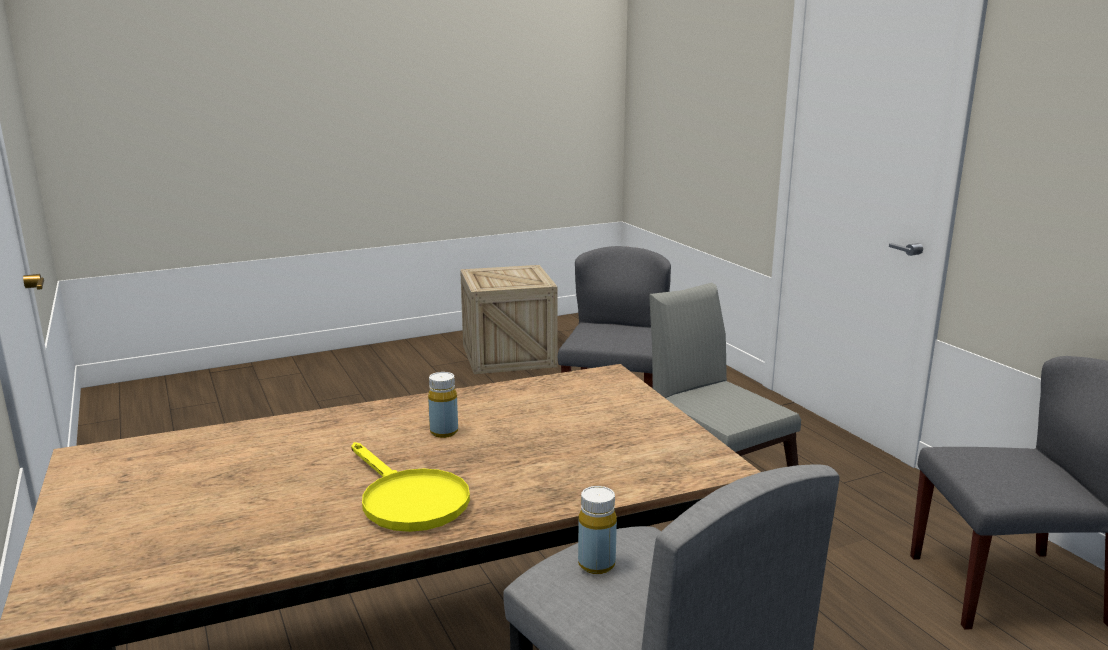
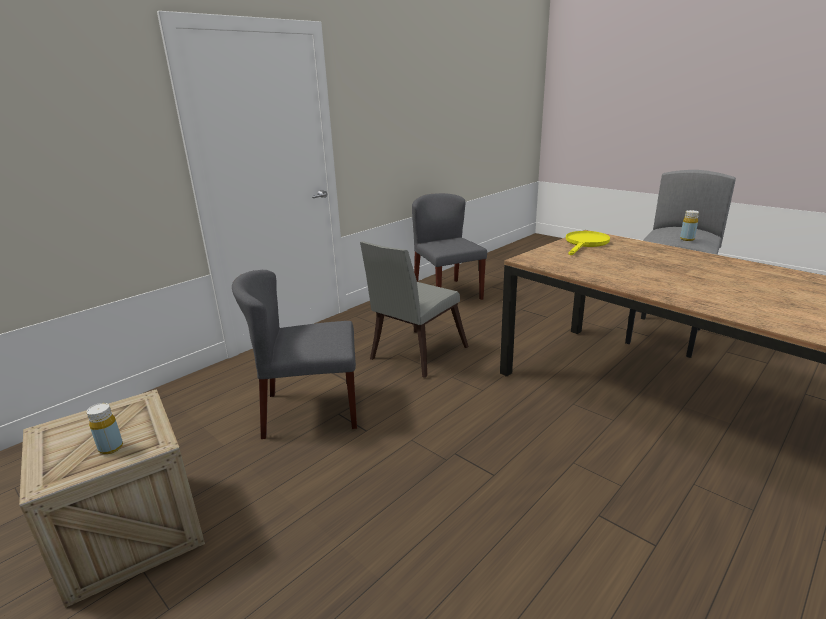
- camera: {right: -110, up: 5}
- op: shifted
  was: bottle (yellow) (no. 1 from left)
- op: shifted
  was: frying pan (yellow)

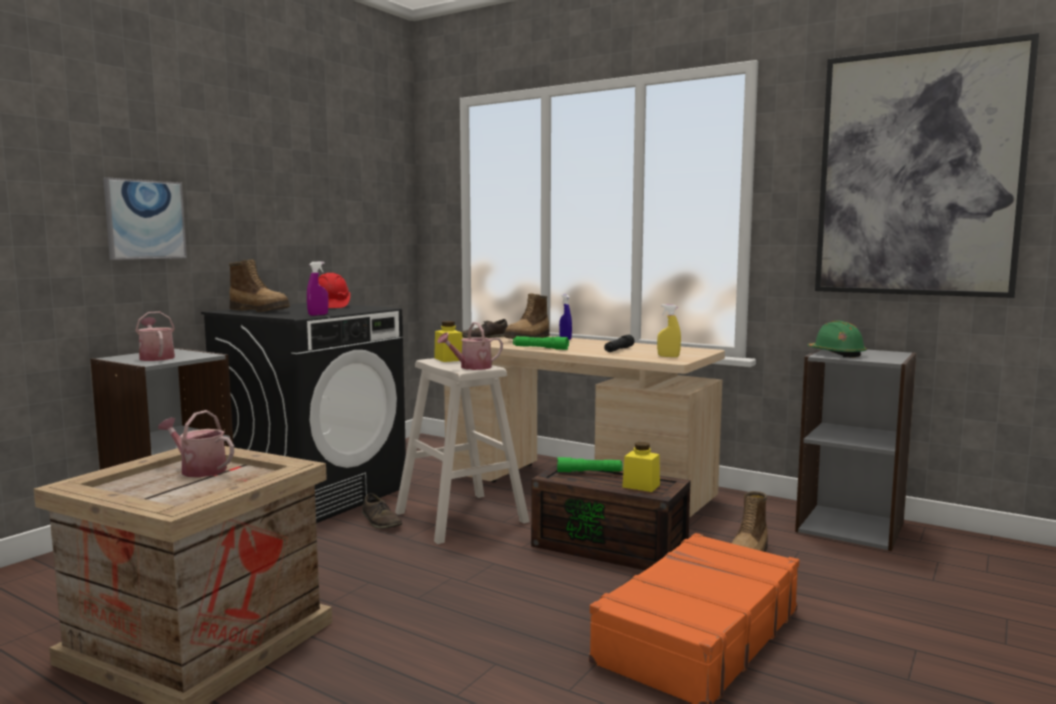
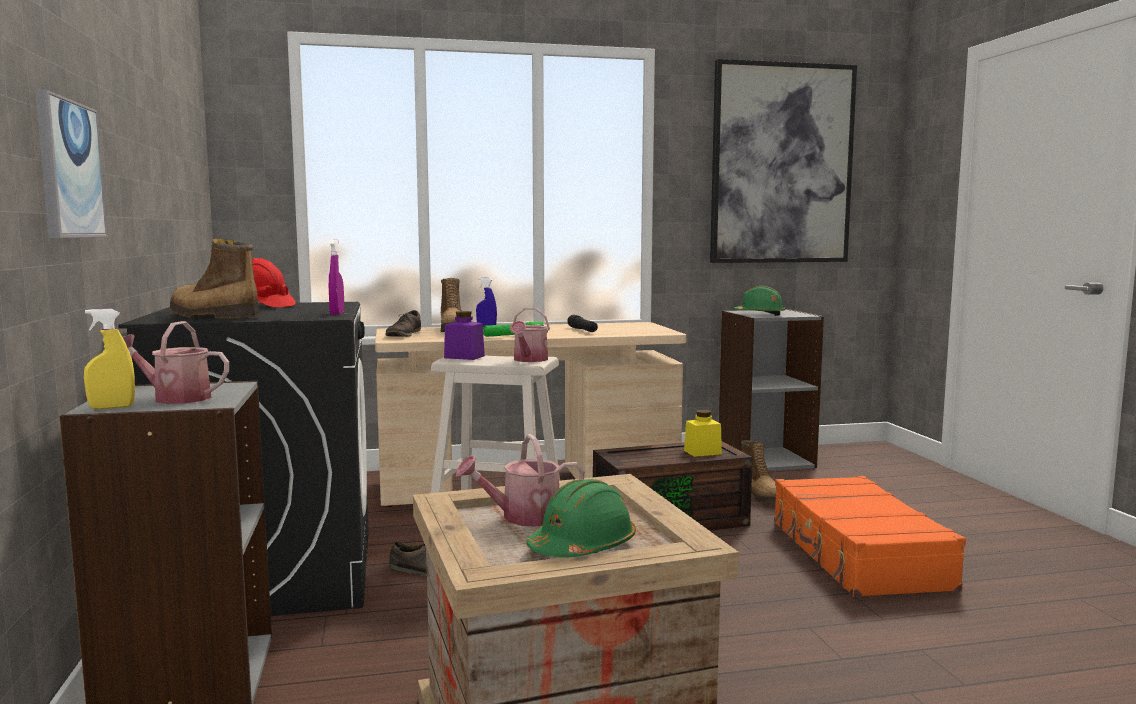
- camera: {right: -45, up: 0}
- op: rotated
  was: boot (no. 1 from left)
  clockwise: -135
- op: shifted
  was: spray bottle (yellow)
- op: repainted
  was: jar (yellow) (no. 1 from left)
  now: jar (purple)
- op: gone
  was: flashlight (green) (no. 2 from left)
- op: new
  now: hard hat (green) (no. 1 from left)

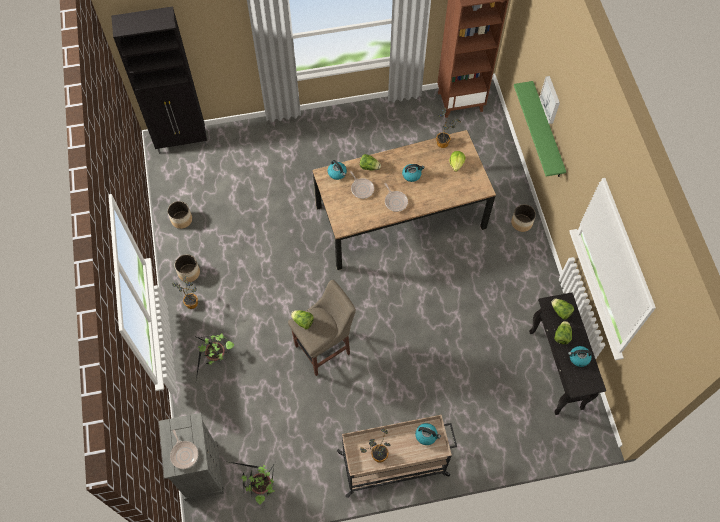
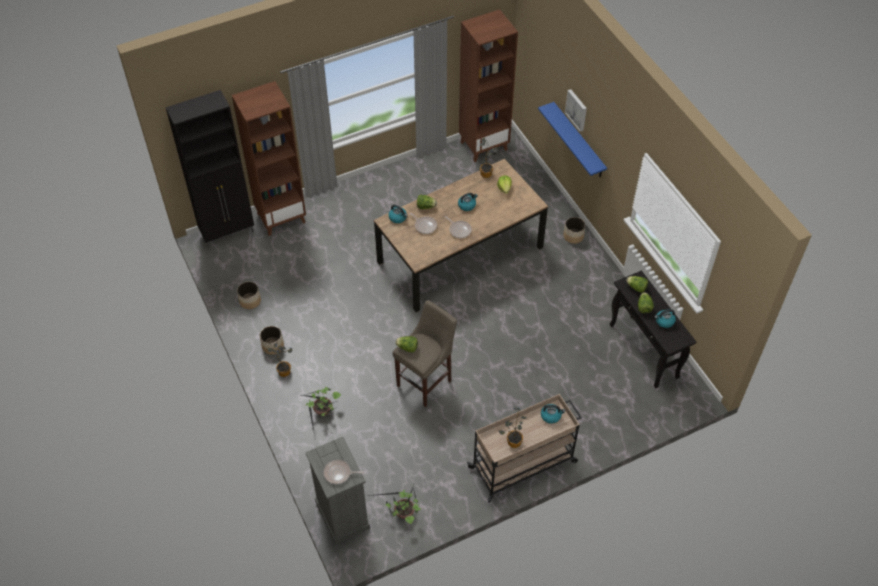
- camera: {right: -15, up: -10}
- op: repainted
  was: shelf (green)
  now: shelf (blue)
- op: rotated
  was: frying pan (no. 1 from left)
  clockwise: 135
- op: new
  now: bookcase (brown) (no. 1 from left)

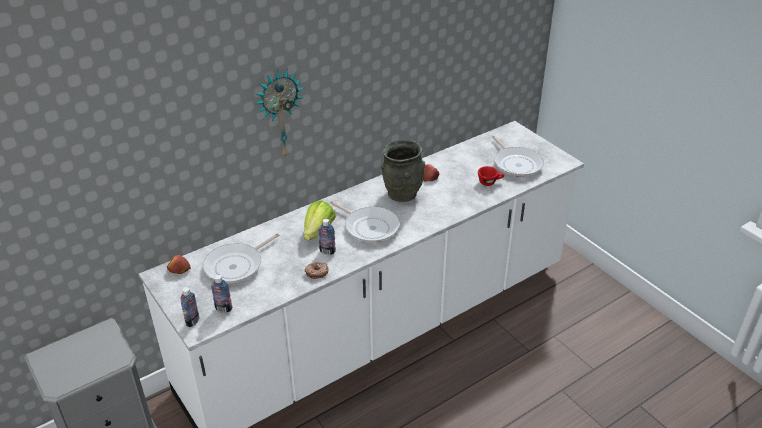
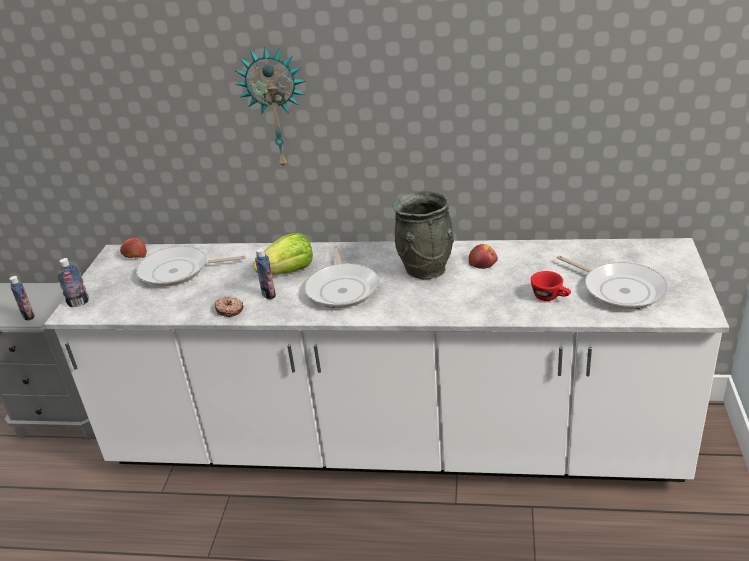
- camera: {right: 45, up: -5}
- op: rotated
  was: frying pan (no. 3 from left)
  clockwise: -60
- op: shifted
  was: bottle (no. 2 from left in the first image)
  now: bottle (no. 1 from left)

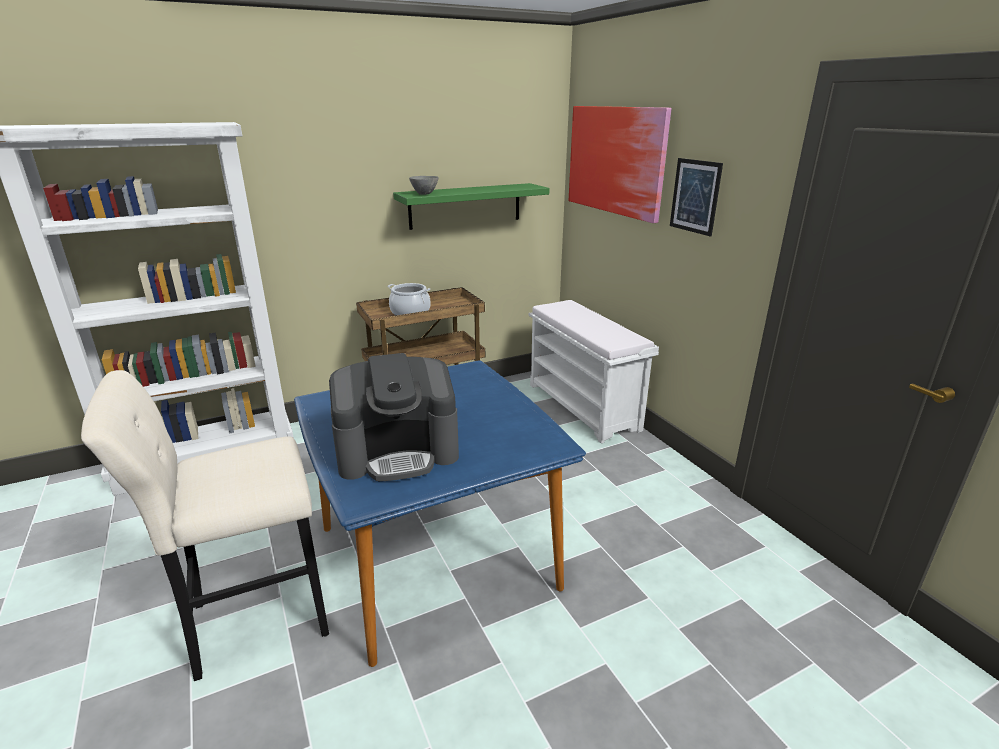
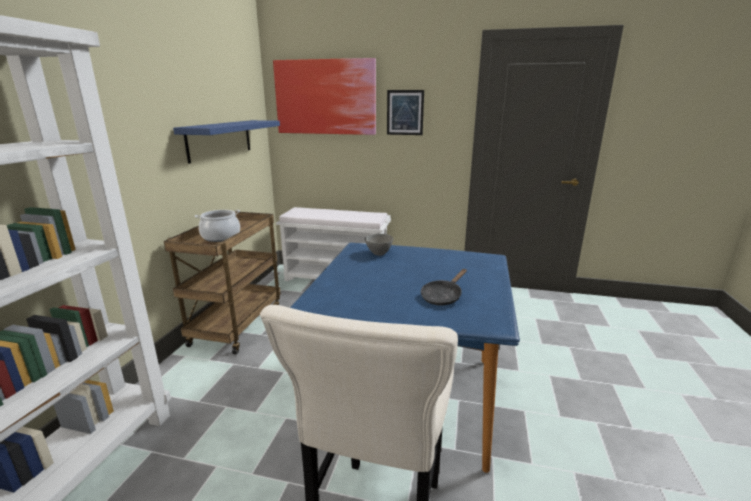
- camera: {right: -50, up: -5}
- op: shifted
  was: bowl (grey)
- op: repainted
  was: shelf (green)
  now: shelf (blue)
- op: swapped
  was: coffee machine
  now: frying pan (black)

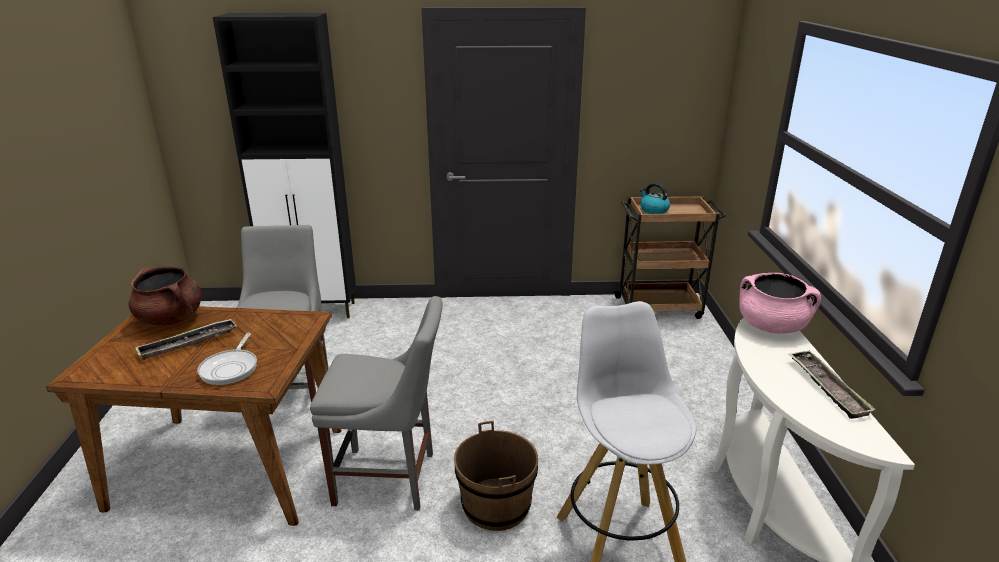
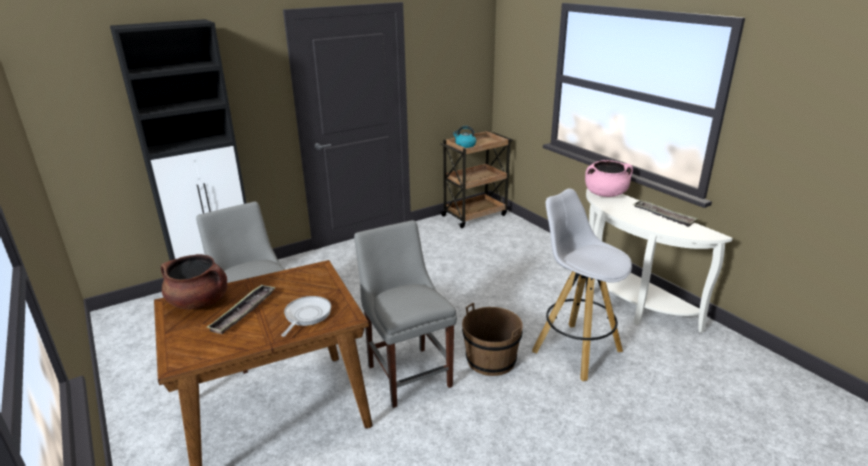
- camera: {right: -30, up: 0}
- op: rotated
  was: chair (grey) (no. 2 from left)
  clockwise: -90
- op: rotated
  was: frying pan
  clockwise: -135

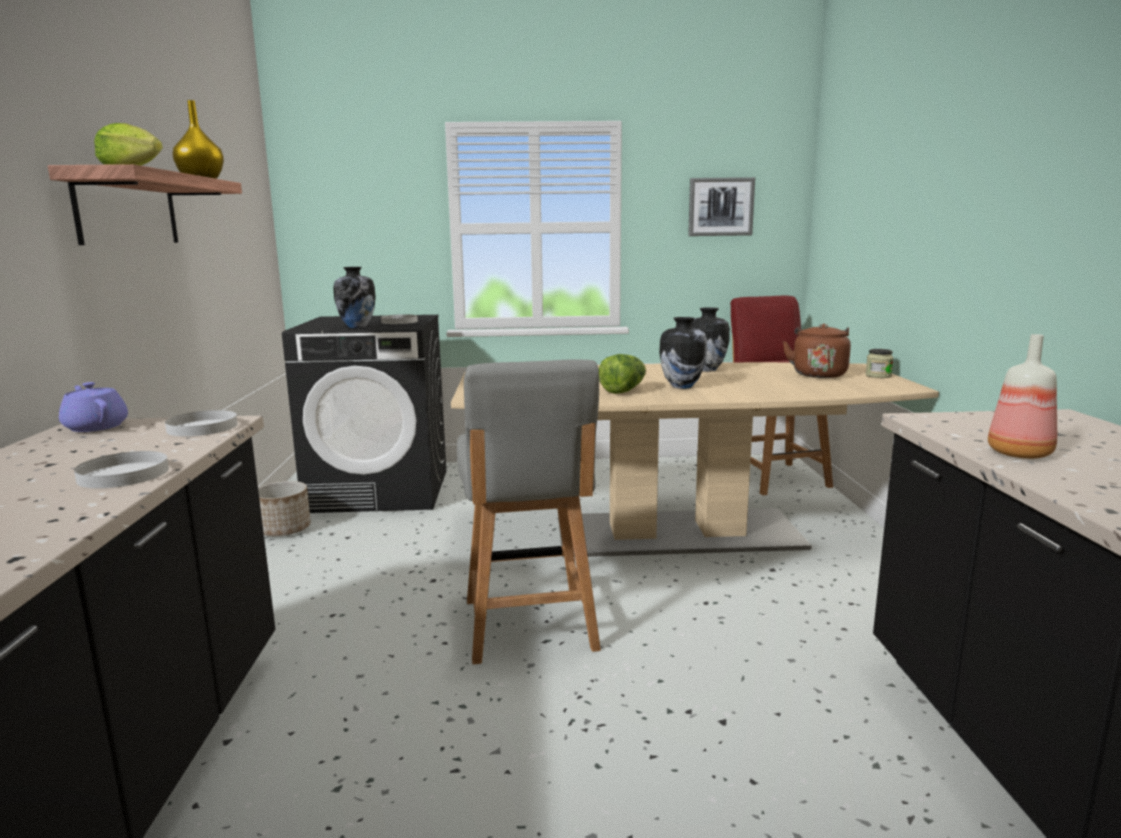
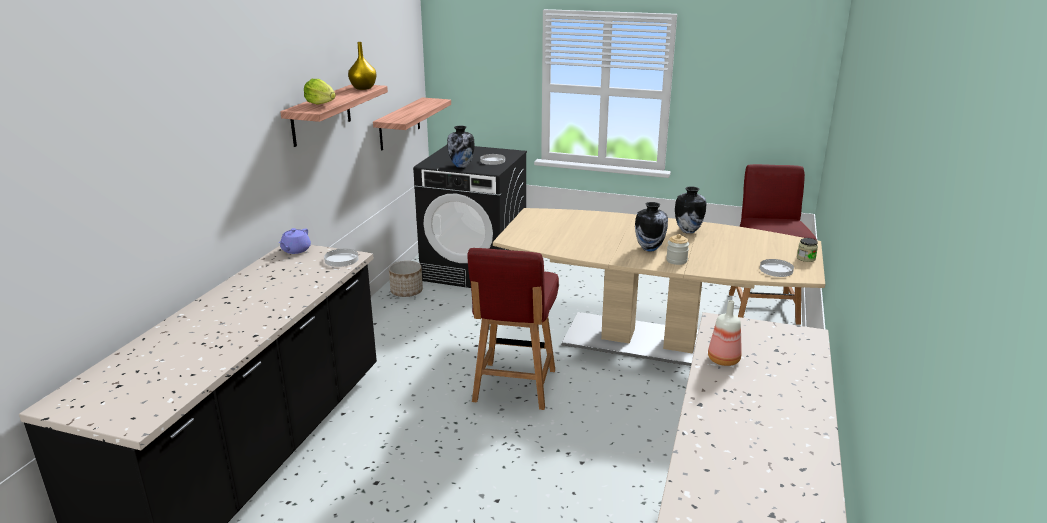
- camera: {right: 20, up: 10}
- op: gone
  was: picture
- op: gone
  was: kettle (brown)
- op: gone
  was: lettuce (no. 2 from left)
- op: repainted
  was: chair (grey)
  now: chair (red) (no. 1 from left)
- op: rotated
  was: teapot (purple)
  clockwise: -135
- op: shifted
  was: plate (white) (no. 1 from left in the first image)
  now: plate (white) (no. 3 from left)
- op: new
  now: shelf (no. 2 from left)
- op: new
  now: jar (no. 1 from left)

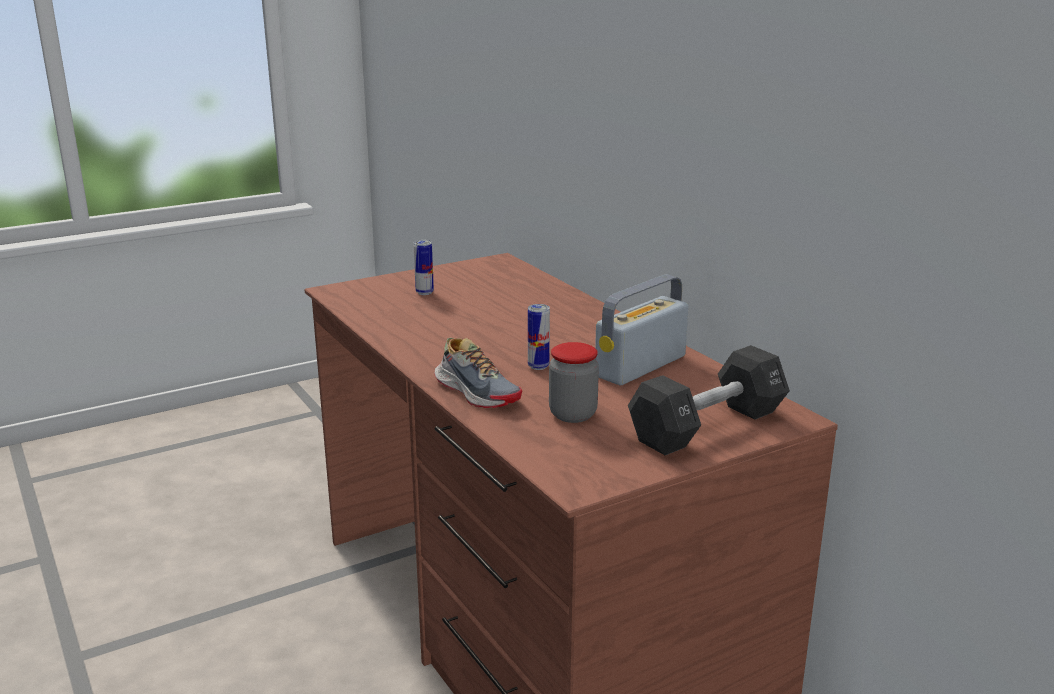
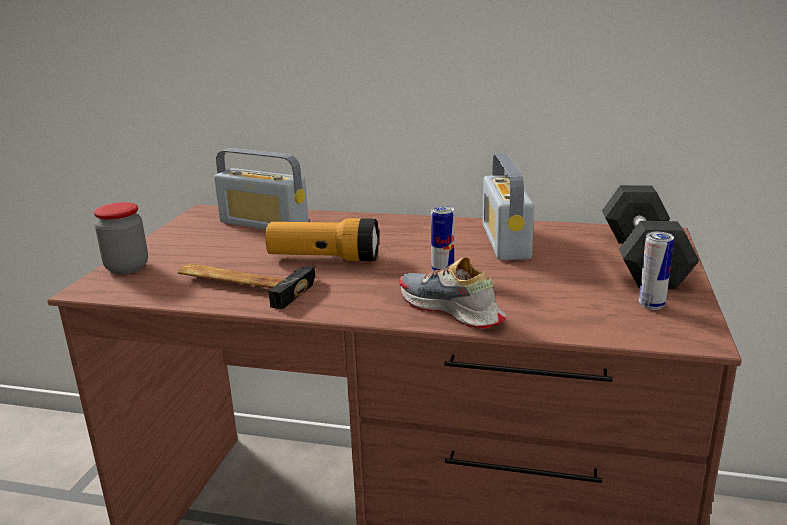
- camera: {right: -45, up: 0}
- op: shifted
  was: can (no. 1 from left in the first image)
  now: can (no. 2 from left)
- op: rotated
  was: shoe
  clockwise: -135
- op: shifted
  was: jar
- op: new
  now: radio (no. 1 from left)
- op: new
  now: flashlight
- op: new
  now: hammer

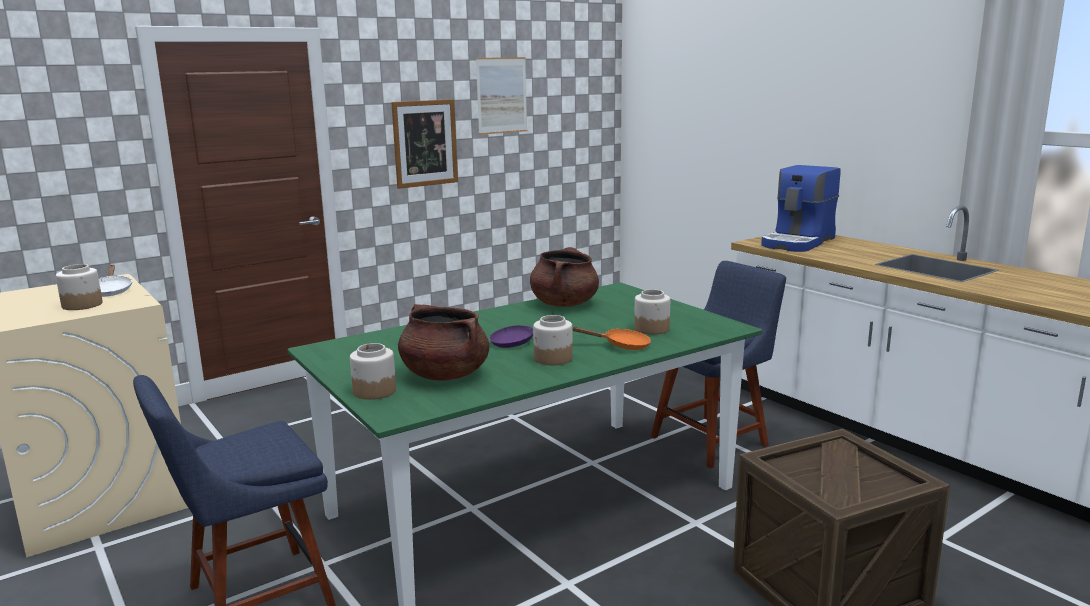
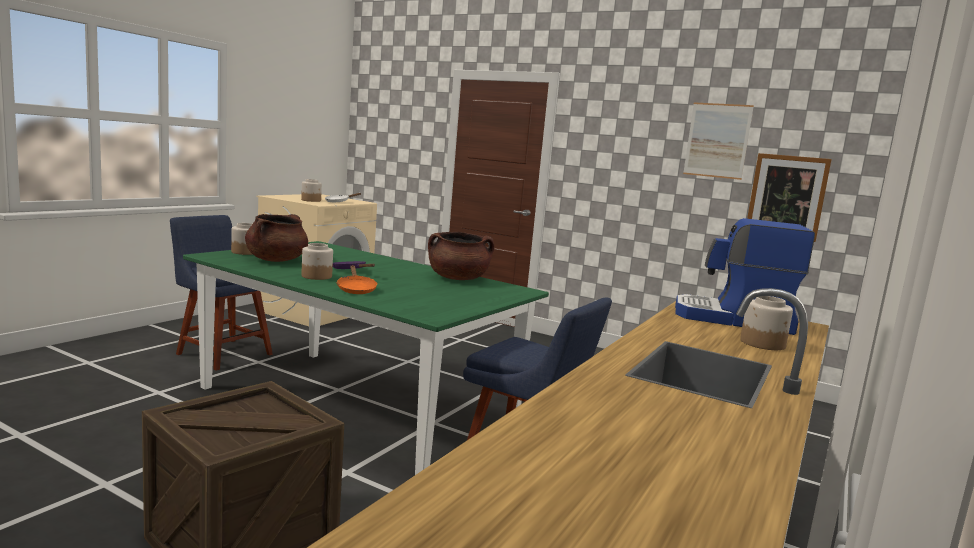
- camera: {right: 65, up: -5}
- op: shifted
  was: picture (no. 1 from left in the first image)
  now: picture (no. 2 from left)
- op: shifted
  was: jar (no. 4 from left)

